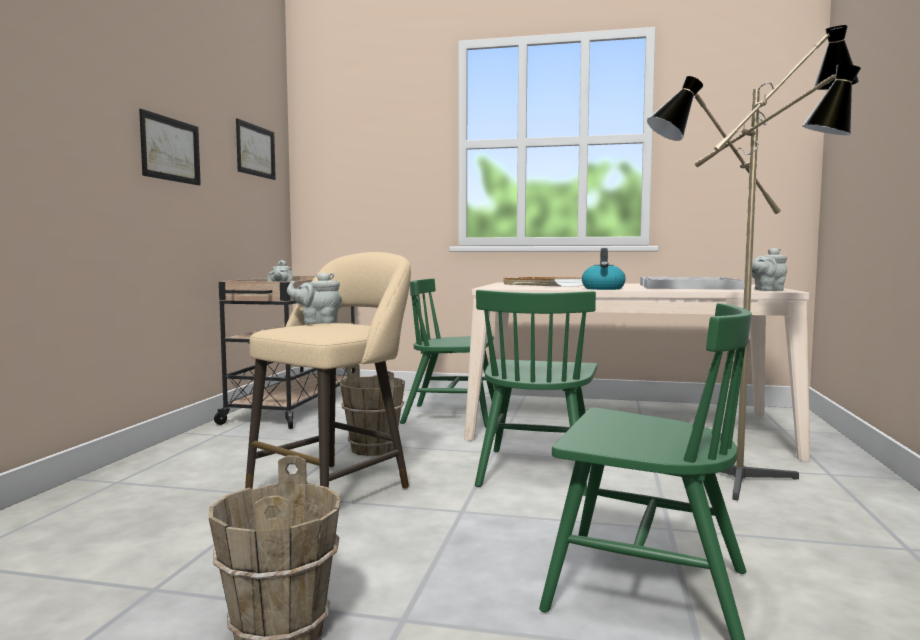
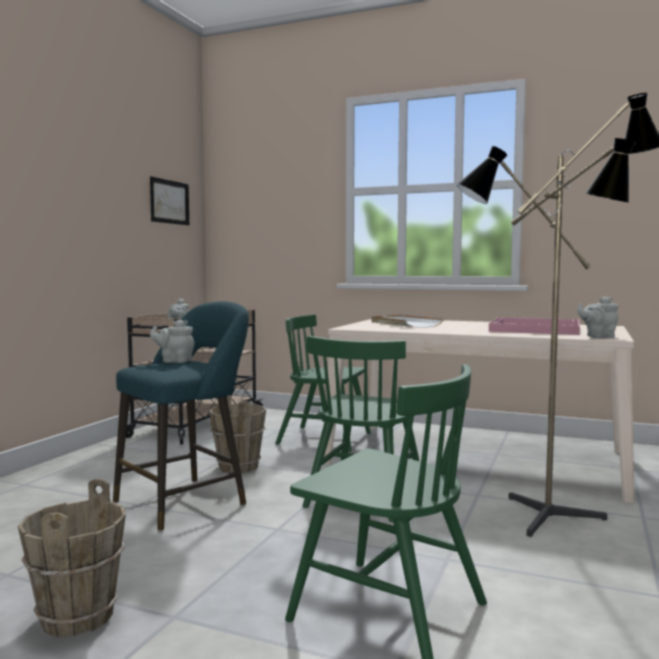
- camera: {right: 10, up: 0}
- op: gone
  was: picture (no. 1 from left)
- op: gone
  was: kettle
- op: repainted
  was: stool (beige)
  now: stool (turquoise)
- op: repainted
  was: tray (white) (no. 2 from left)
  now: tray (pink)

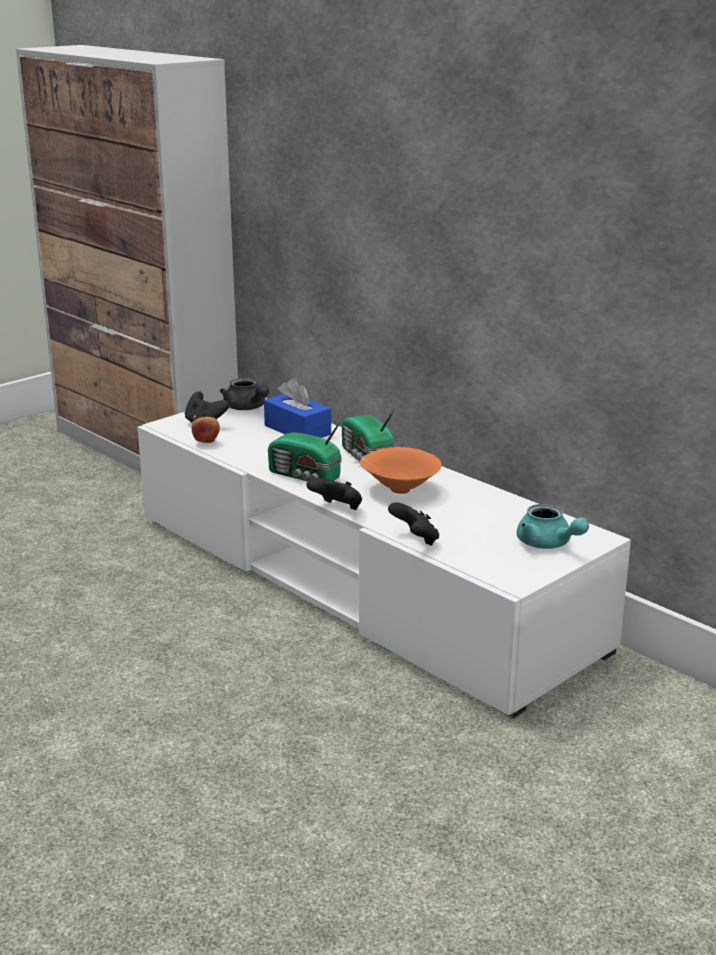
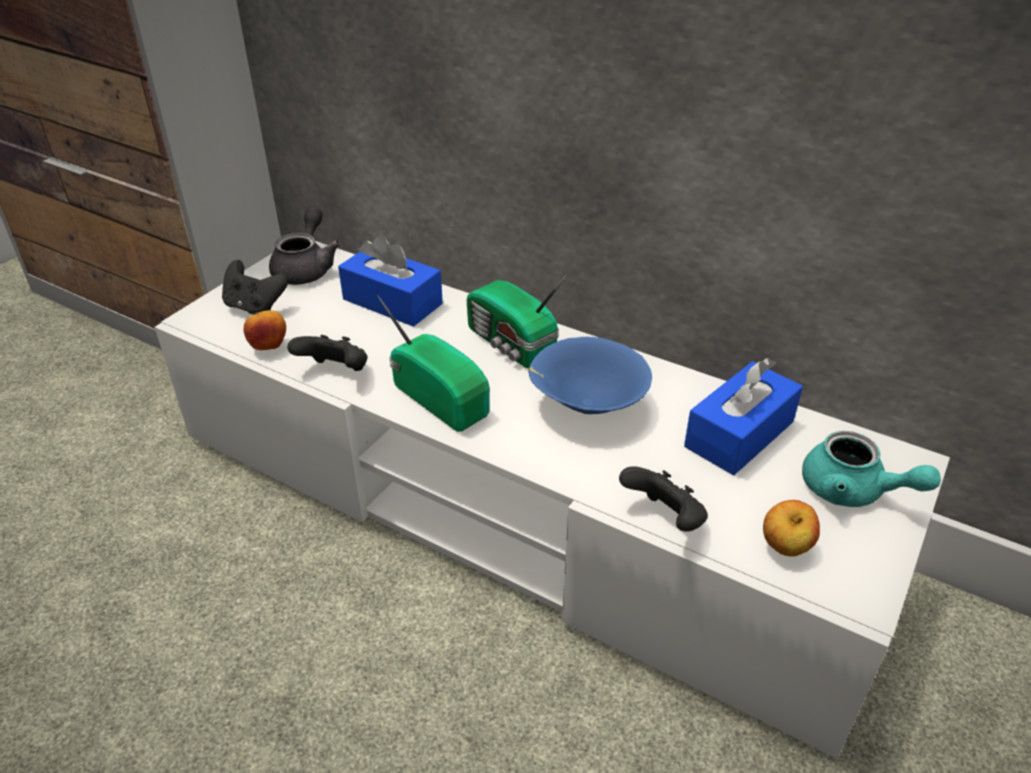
- camera: {right: -15, up: 15}
- op: rotated
  was: teapot (grey)
  clockwise: -120
- op: rotated
  was: radio (no. 1 from left)
  clockwise: -150
- op: repainted
  was: bowl (orange)
  now: bowl (blue)
- op: shifted
  was: game controller (black) (no. 2 from left)
- op: new
  now: tissue box (blue) (no. 2 from left)
- op: new
  now: apple (no. 2 from left)

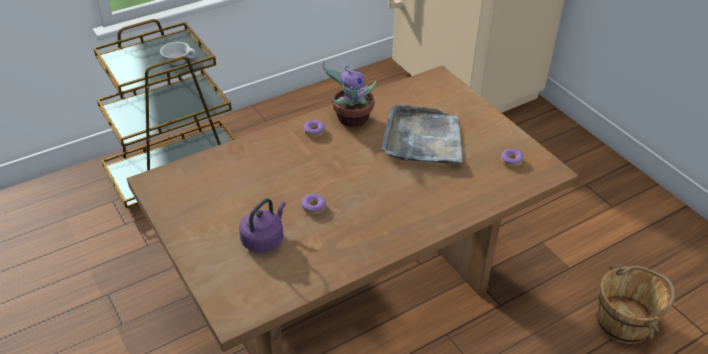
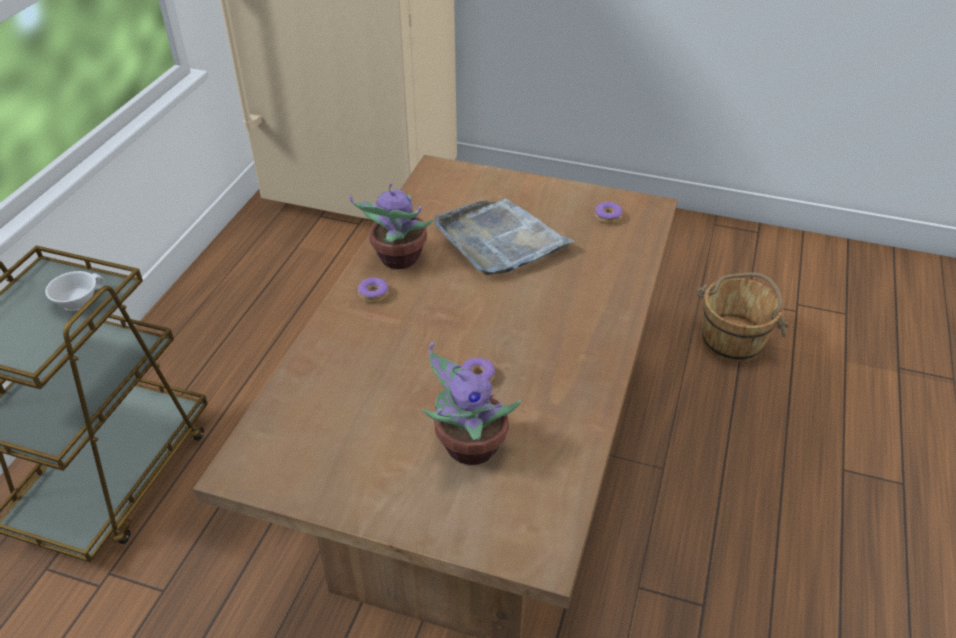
- camera: {right: -40, up: 0}
- op: swapped
  was: kettle (purple)
  now: potted plant (no. 2 from left)

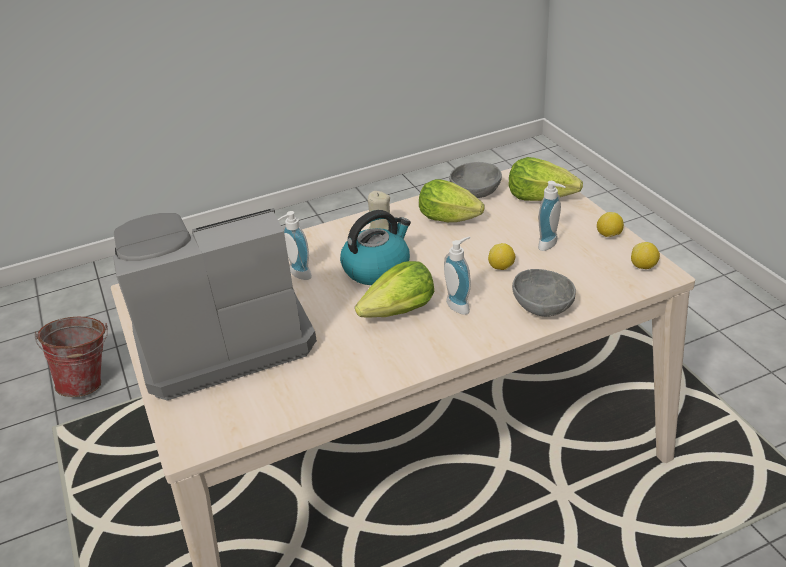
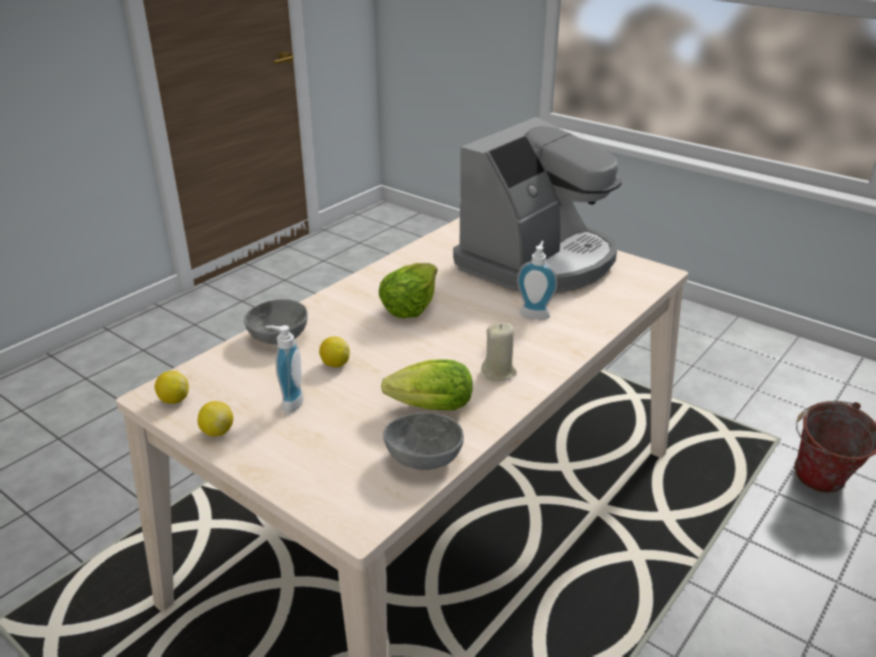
- camera: {right: 150, up: -5}
- op: gone
  was: lettuce (no. 3 from left)
- op: gone
  was: kettle
- op: gone
  was: soap dispenser (no. 2 from left)

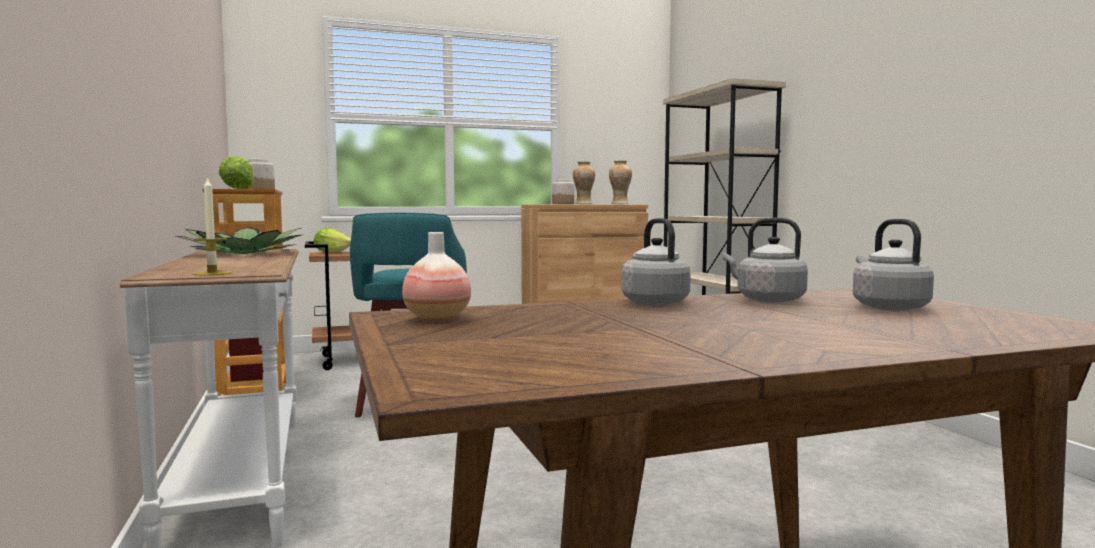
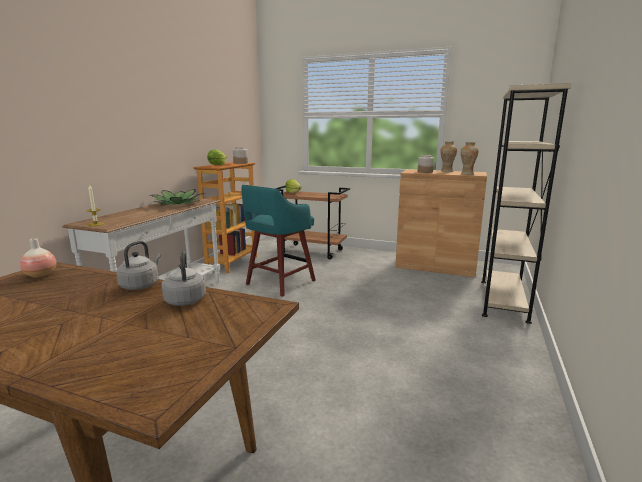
- camera: {right: 40, up: 10}
- op: gone
  was: kettle (grey) (no. 3 from left)

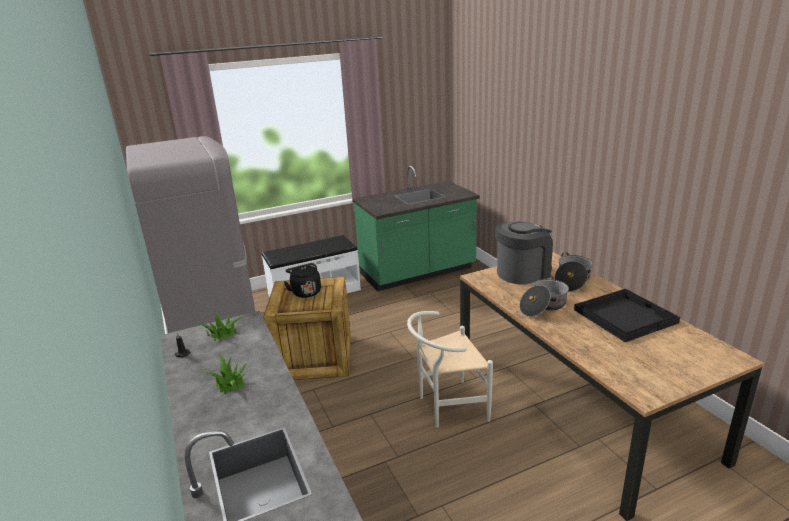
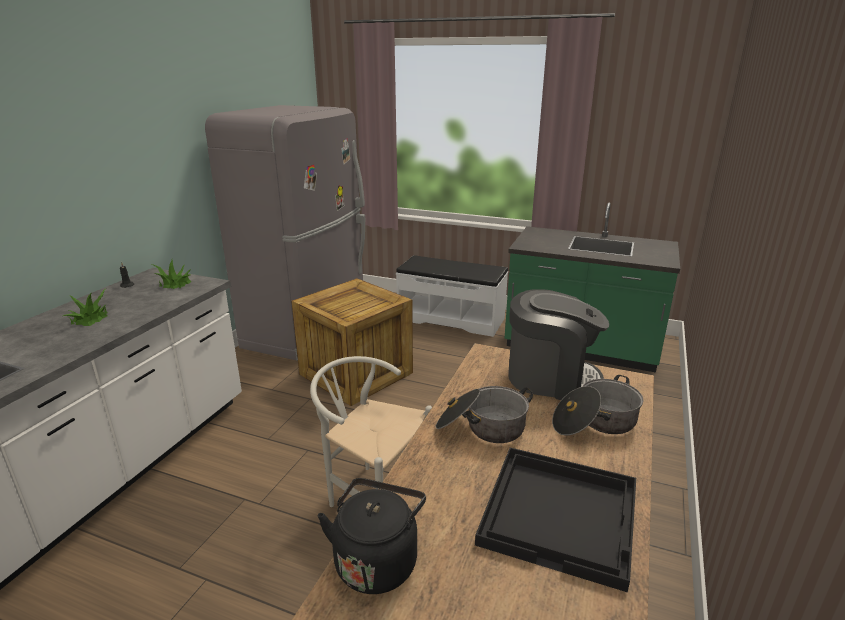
- camera: {right: 45, up: 0}
- op: shifted
  was: kettle (black)

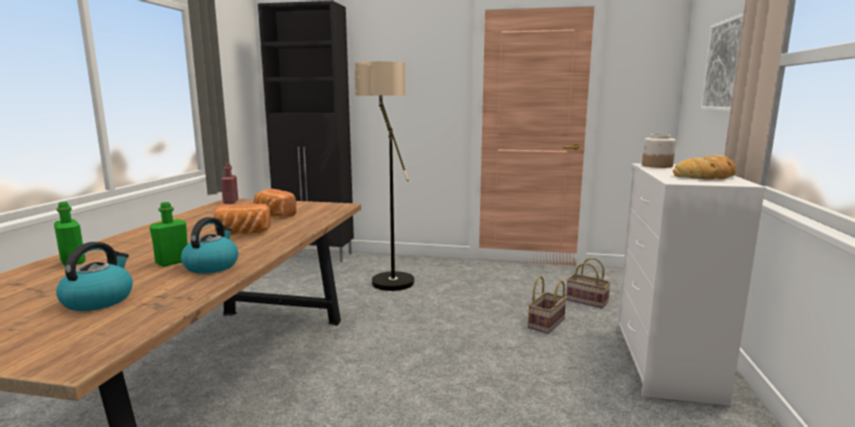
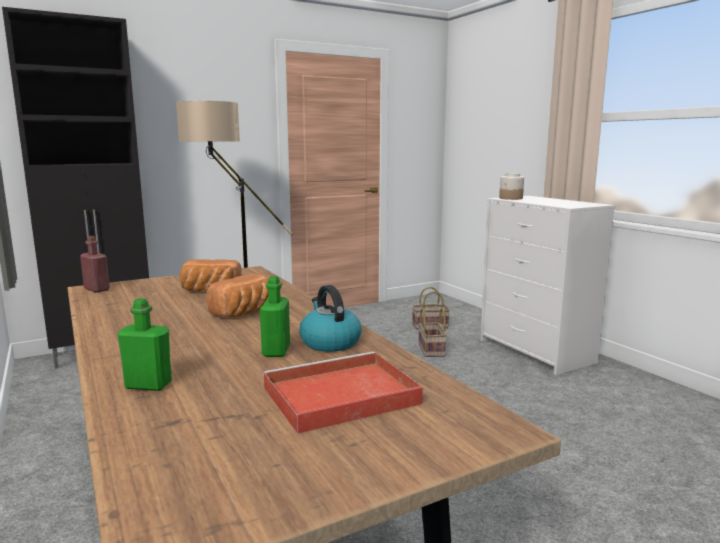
- camera: {right: -40, up: 0}
- op: gone
  was: picture
- op: gone
  was: bread (no. 3 from left)
- op: swapped
  was: kettle (no. 1 from left)
  now: tray (red)

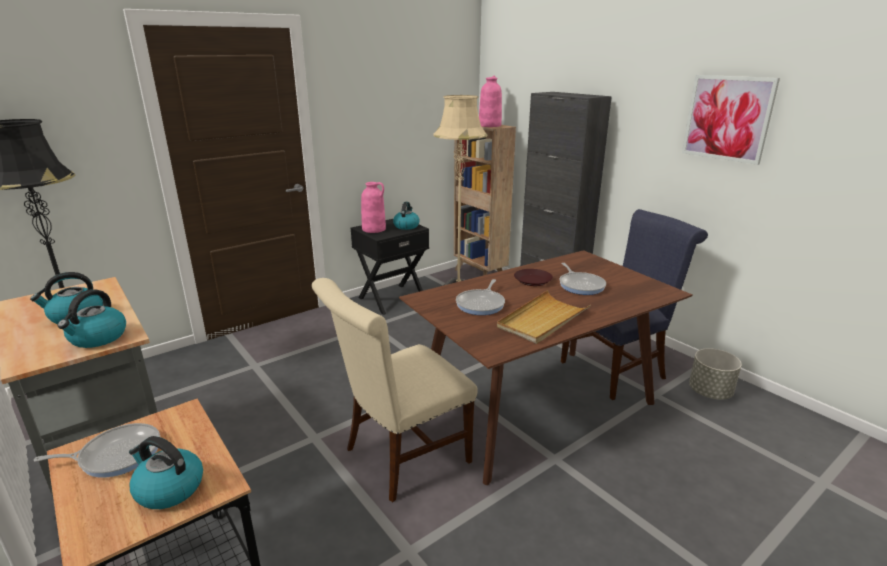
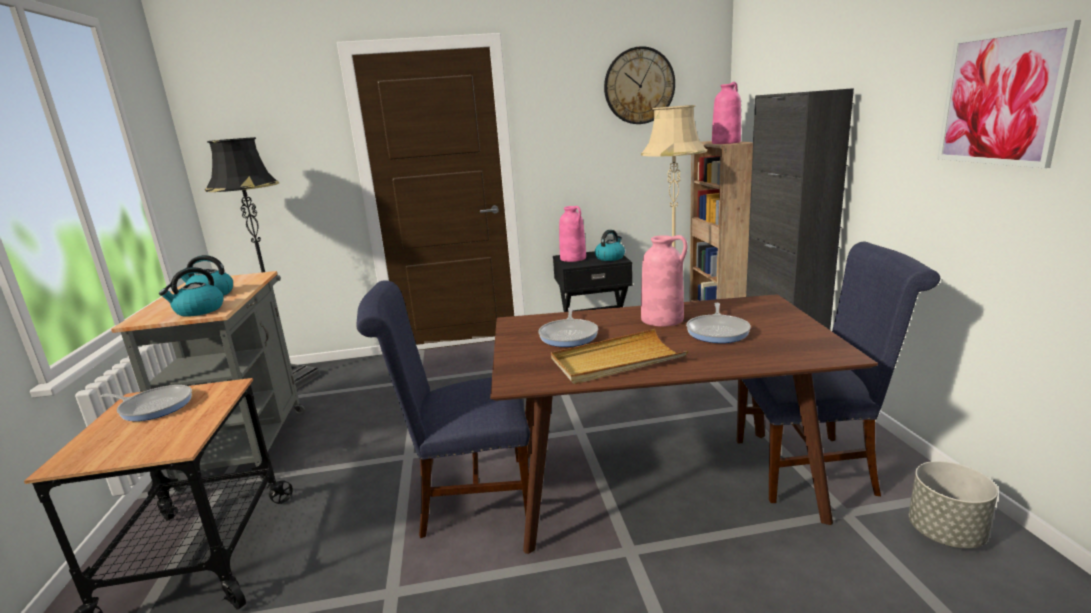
- camera: {right: 30, up: -5}
- op: swapped
  was: plate (brown)
  now: vase (pink) (no. 2 from left)
- op: repainted
  was: chair (beige)
  now: chair (blue) (no. 1 from left)
- op: rotated
  was: frying pan (no. 2 from left)
  clockwise: -45
- op: gone
  was: kettle (no. 3 from left)
- op: new
  now: wall clock

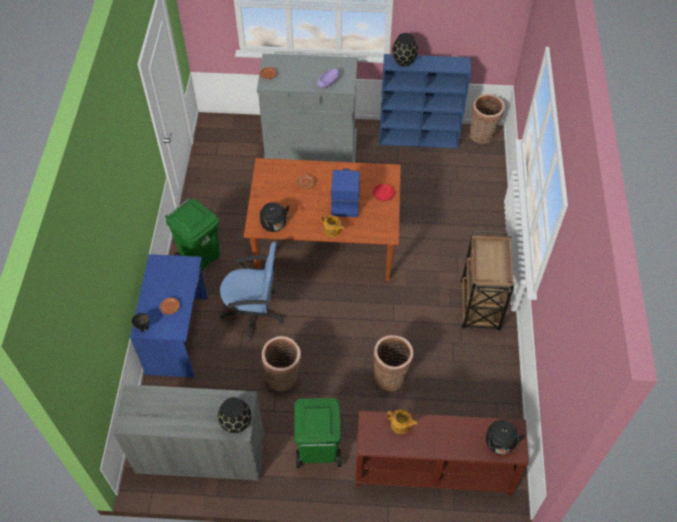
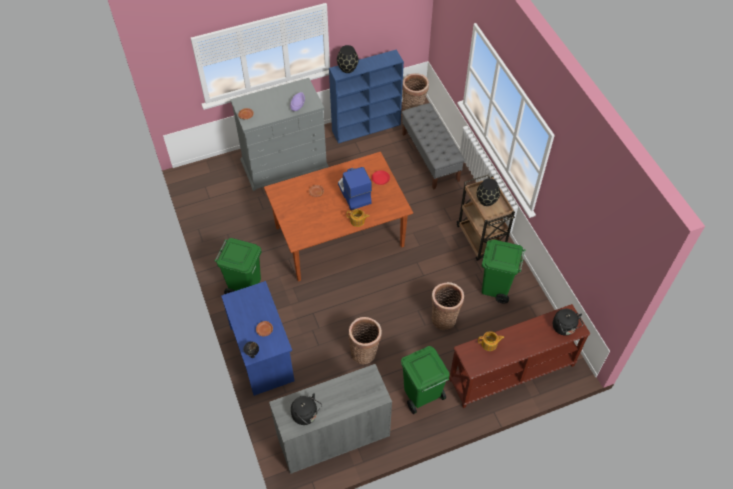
- camera: {right: -25, up: 0}
- op: shifted
  was: kettle (black) (no. 1 from left)
- op: gone
  was: office chair (blue)
- op: shifted
  was: vase (black) (no. 1 from left in the first image)
  now: vase (black) (no. 2 from left)
- op: new
  now: bench (grey)
- op: new
  now: trash can (green) (no. 3 from left)

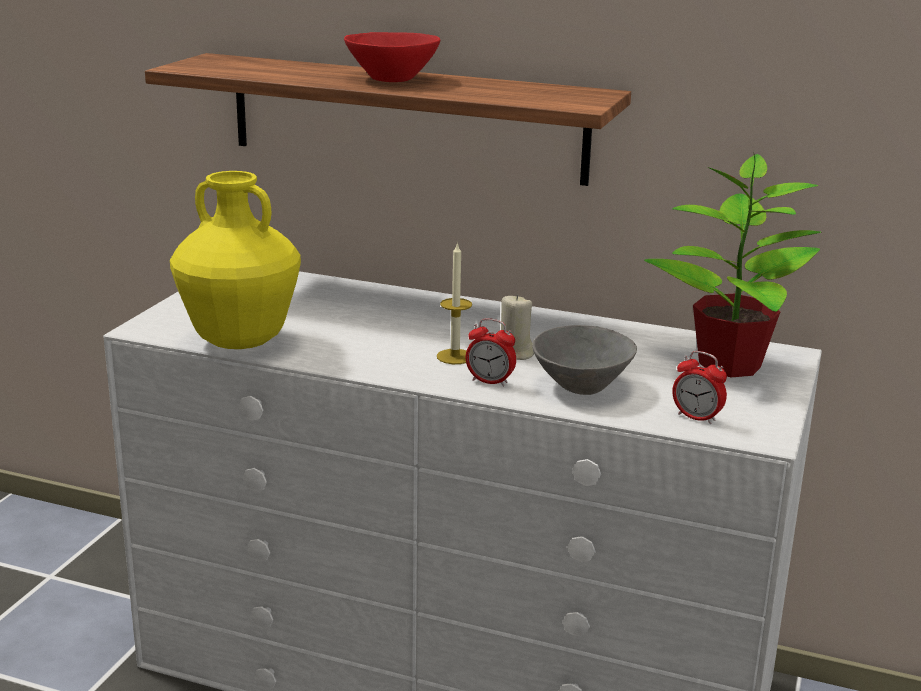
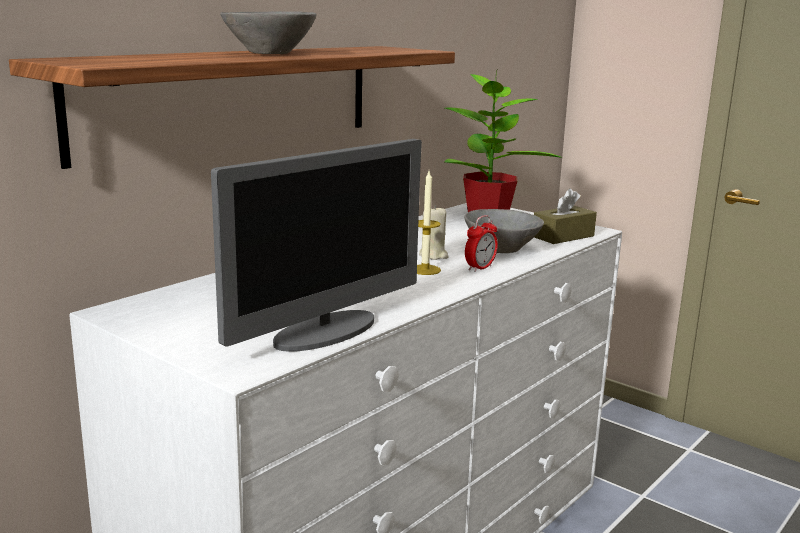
- camera: {right: -70, up: -5}
- op: repainted
  was: bowl (red)
  now: bowl (grey) (no. 1 from left)
- op: swapped
  was: vase (yellow)
  now: monitor
- op: swapped
  was: alarm clock (no. 2 from left)
  now: tissue box (brown)

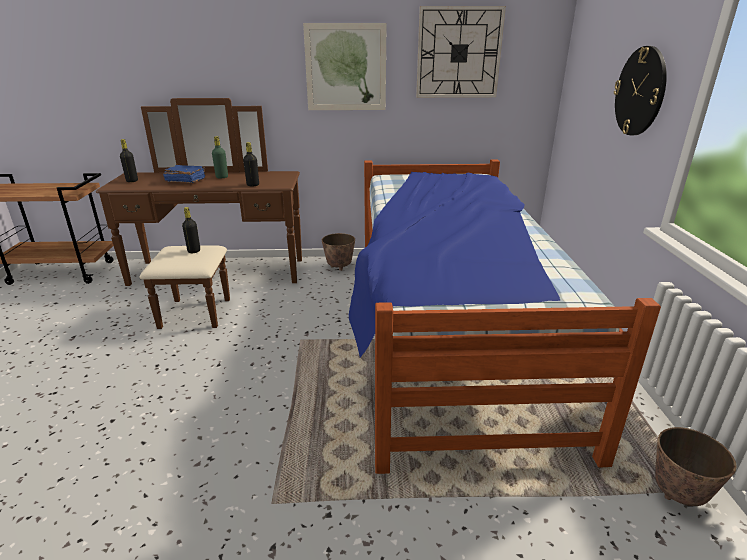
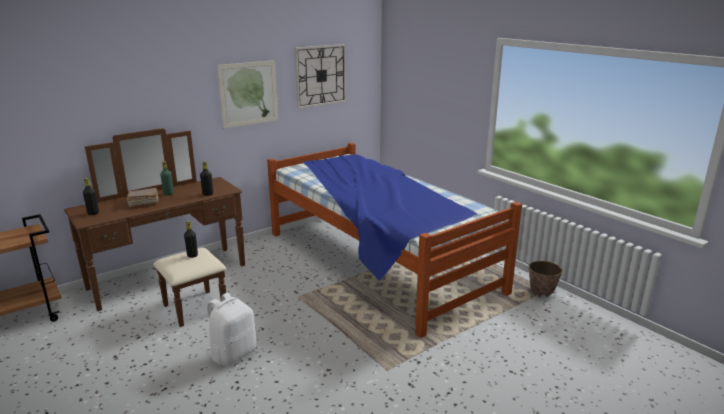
- camera: {right: -35, up: -5}
- op: gone
  was: wall clock (no. 2 from left)
- op: repainted
  was: book (blue)
  now: book (brown)
- op: gone
  was: planter (no. 1 from left)
- op: new
  now: backpack (white)

